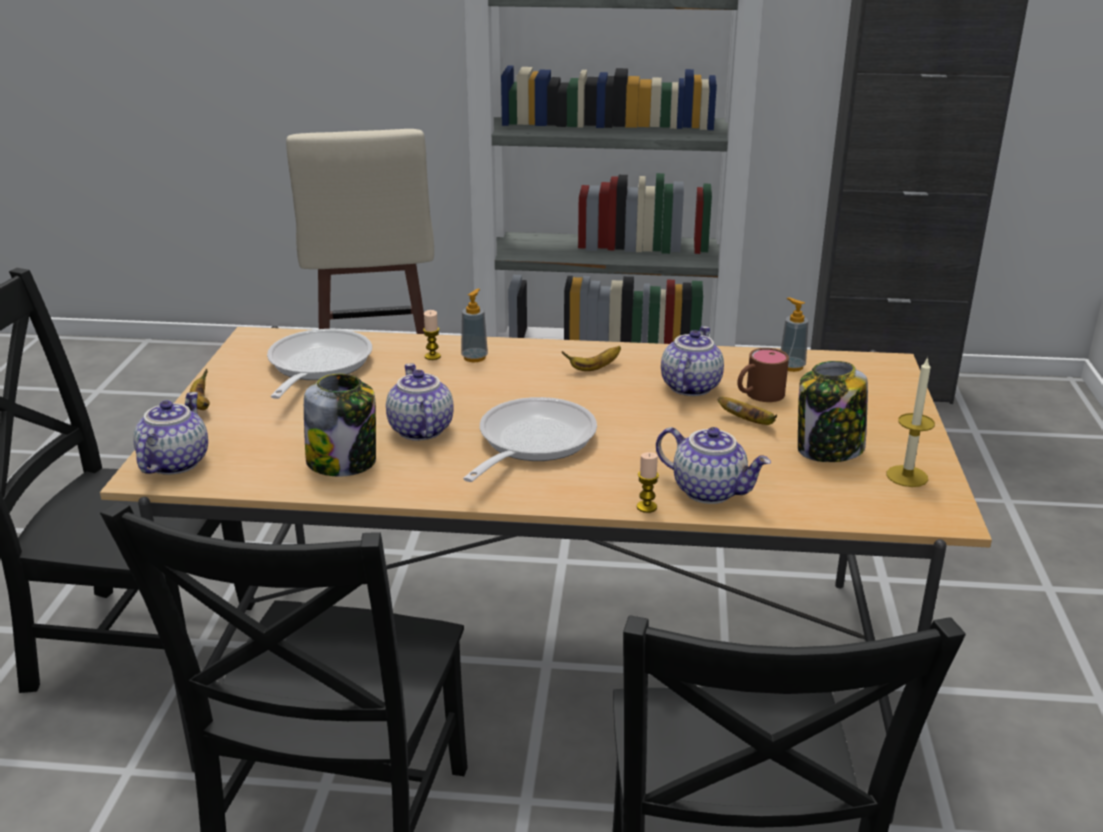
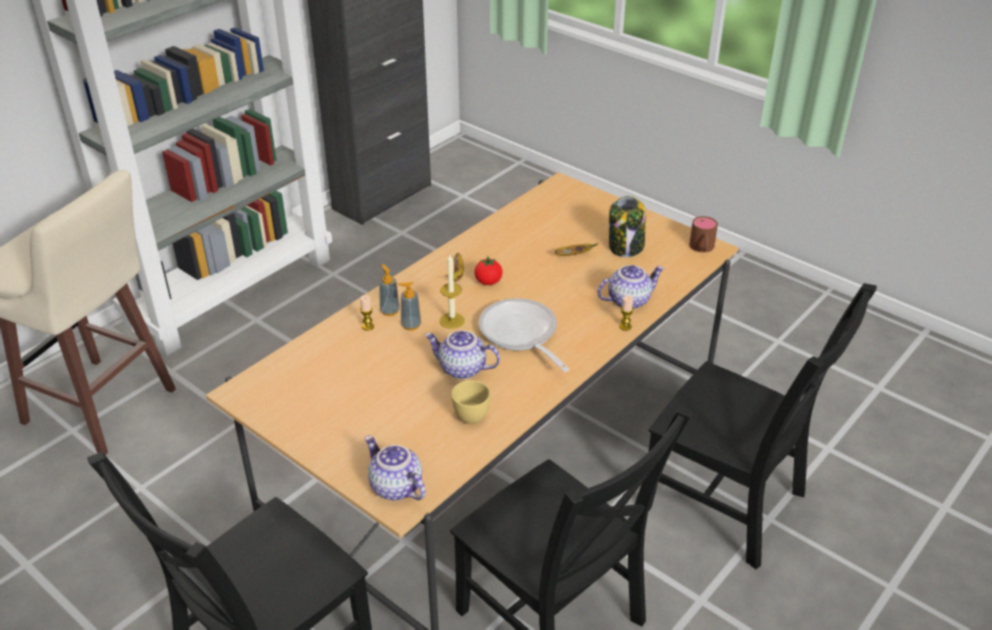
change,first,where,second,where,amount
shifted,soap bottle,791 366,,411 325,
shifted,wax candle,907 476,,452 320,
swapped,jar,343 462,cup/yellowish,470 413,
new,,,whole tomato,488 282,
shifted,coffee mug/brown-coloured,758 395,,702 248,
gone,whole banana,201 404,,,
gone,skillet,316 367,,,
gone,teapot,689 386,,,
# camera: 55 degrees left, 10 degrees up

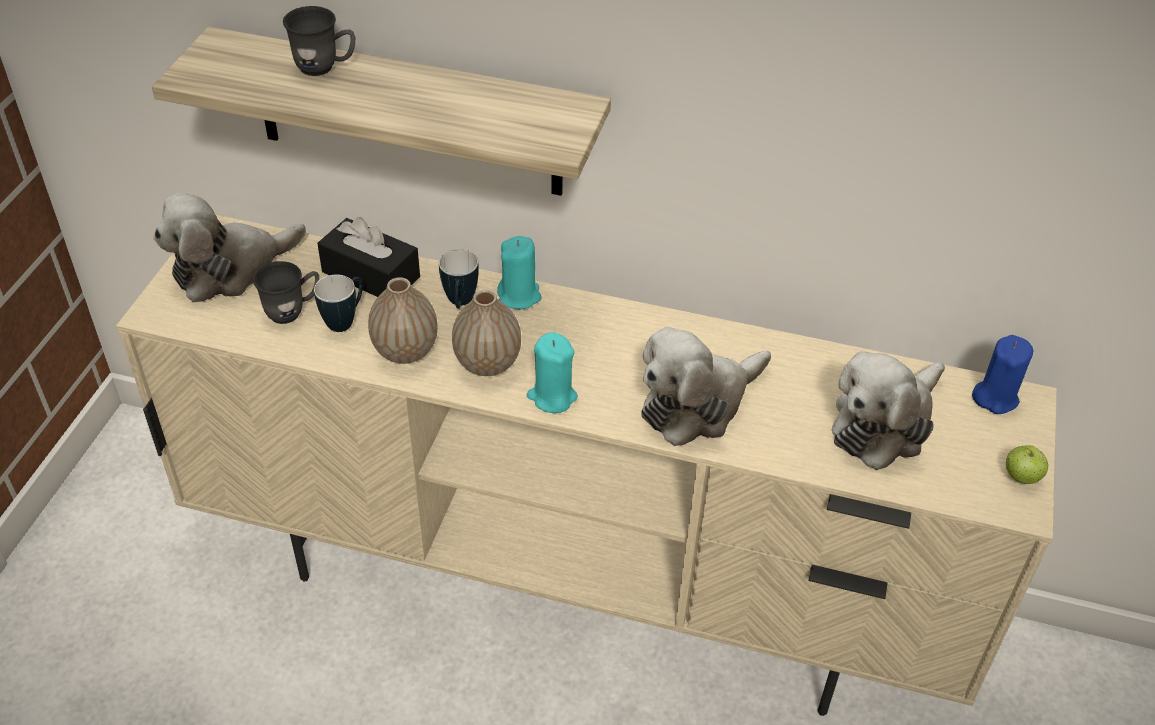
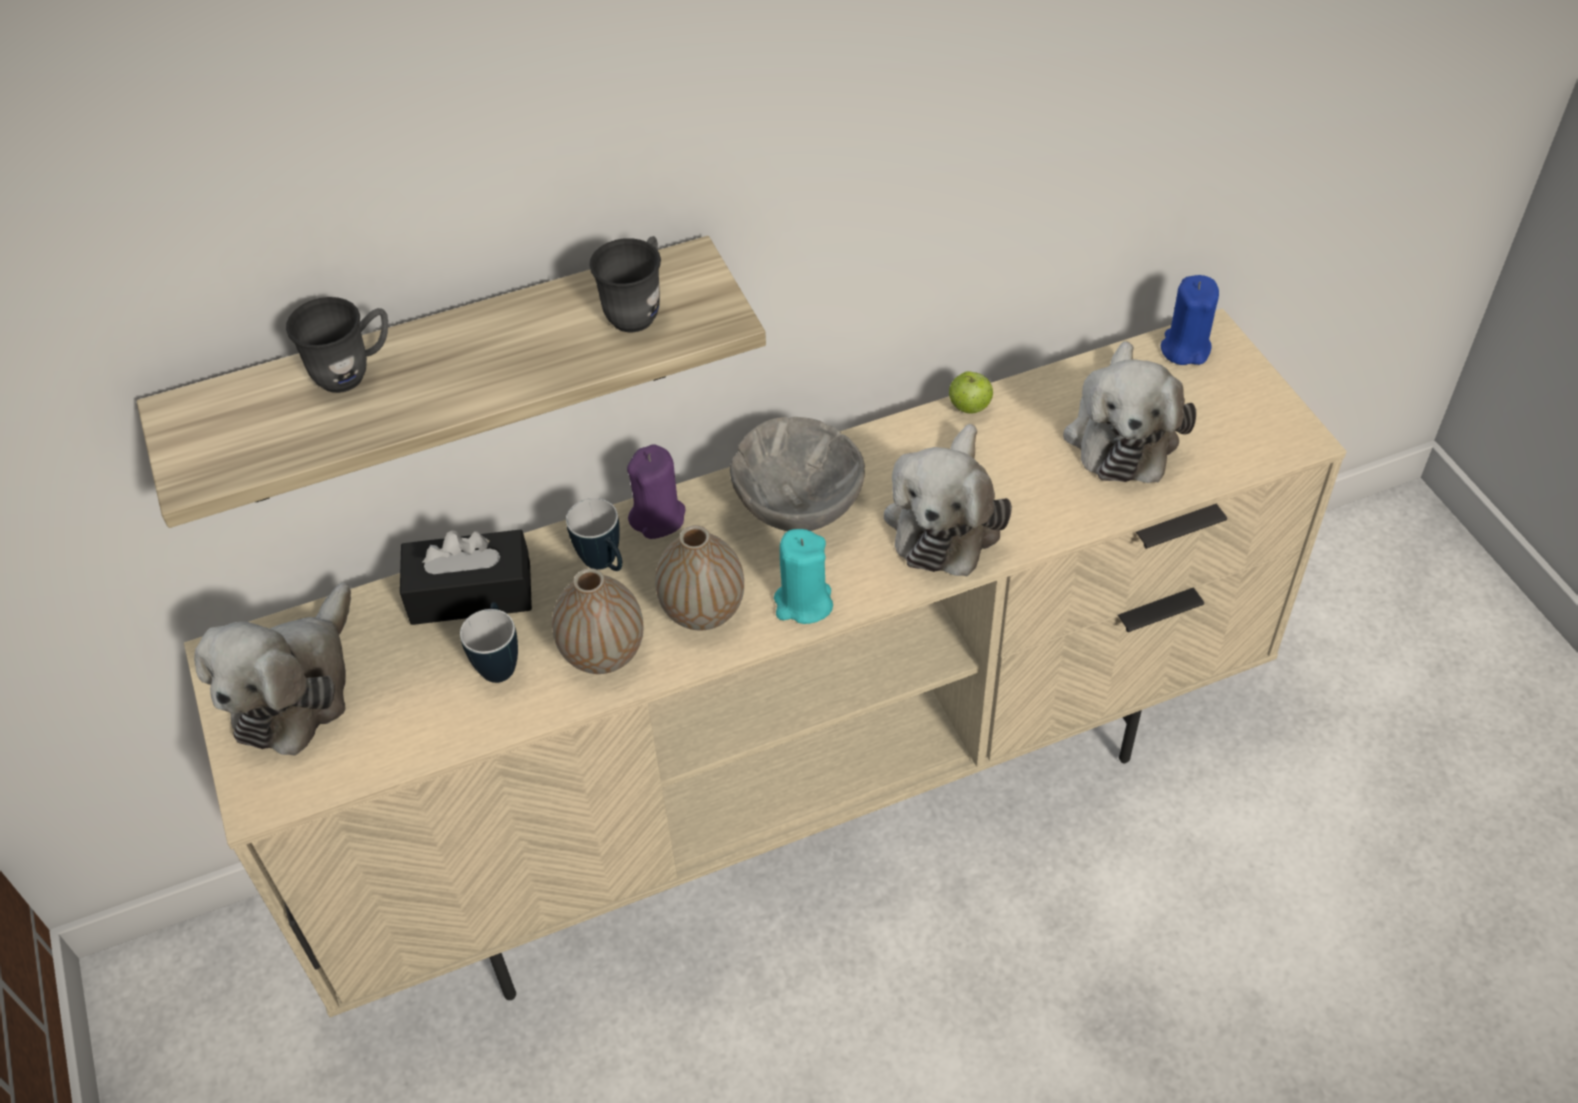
change,first,where,second,where,amount
shifted,coffee mug/greyish,293 311,,638 309,
repainted,wax candle/blue-green,519 296,wax candle/purple,658 517,
new,,,serving bowl/greyish,796 506,
shifted,whole apple,1021 477,,969 408,
# camera: 35 degrees left, 5 degrees up

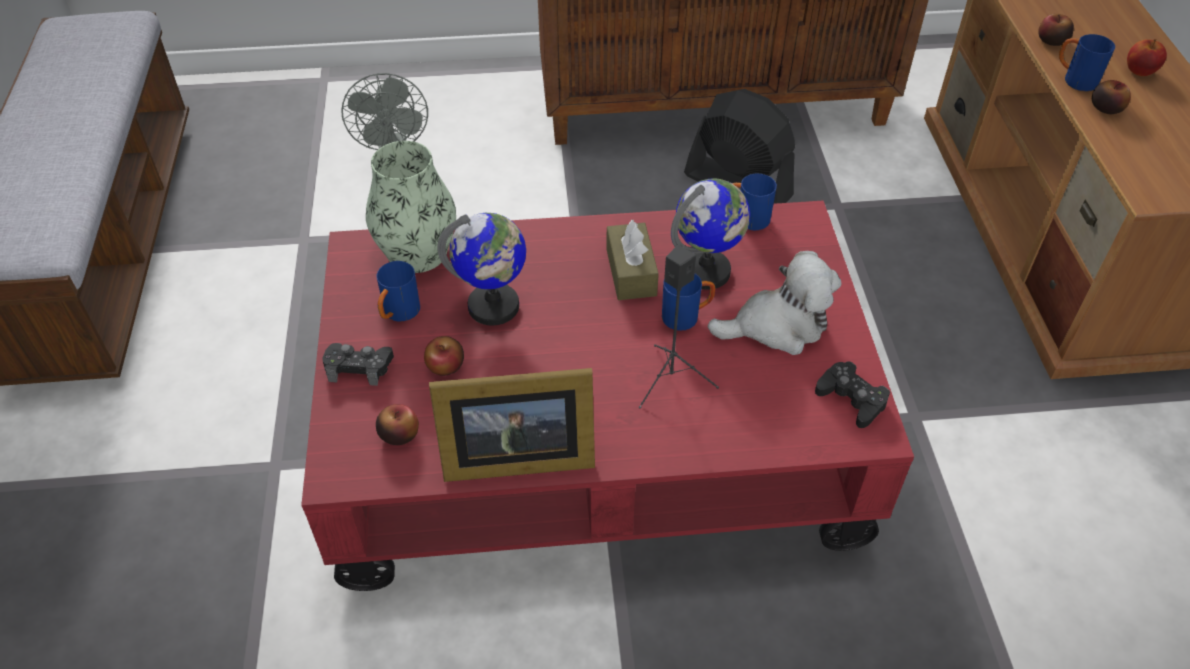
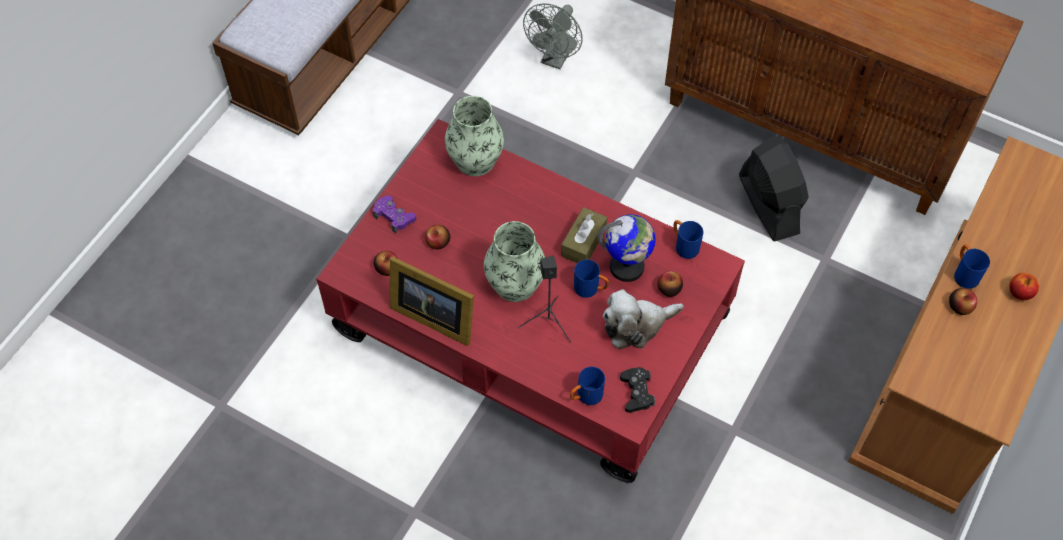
change,first,where,second,where,amount
repainted,gamepad/black-coloured,359 367,gamepad/purple,394 217,
new,,,vase,515 283,
shifted,coffee mug/blue,398 314,,585 396,
rotated,plush toy,777 326,,636 325,135 degrees clockwise
shifted,whole apple,1051 41,,669 289,
gone,desk globe,494 307,,,
# camera: 35 degrees right, 10 degrees up

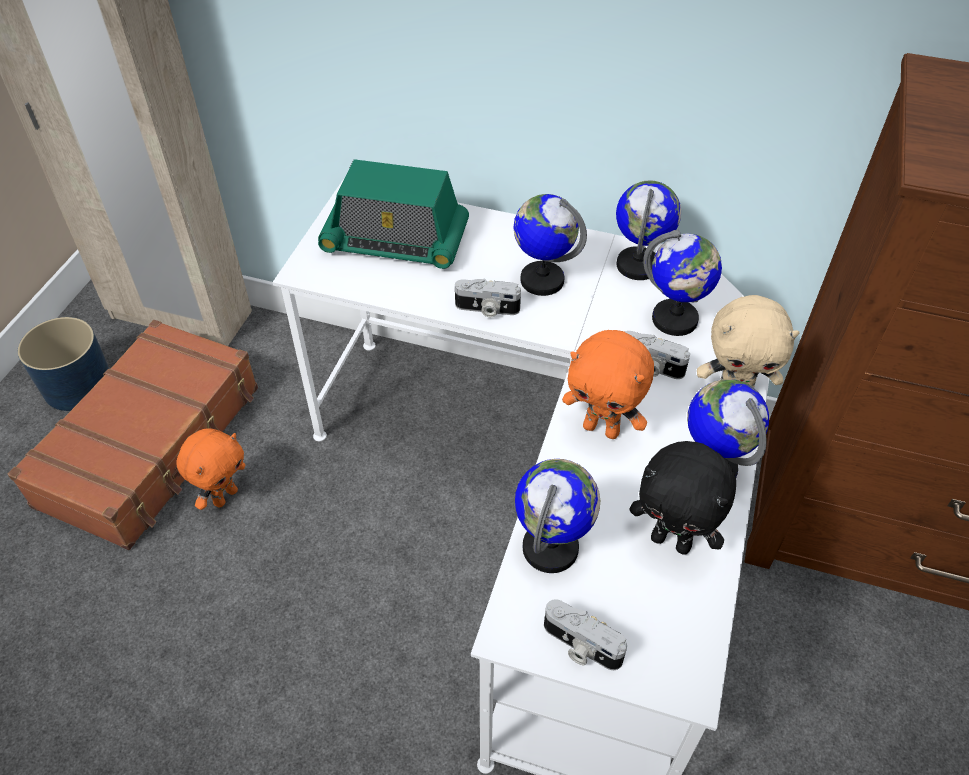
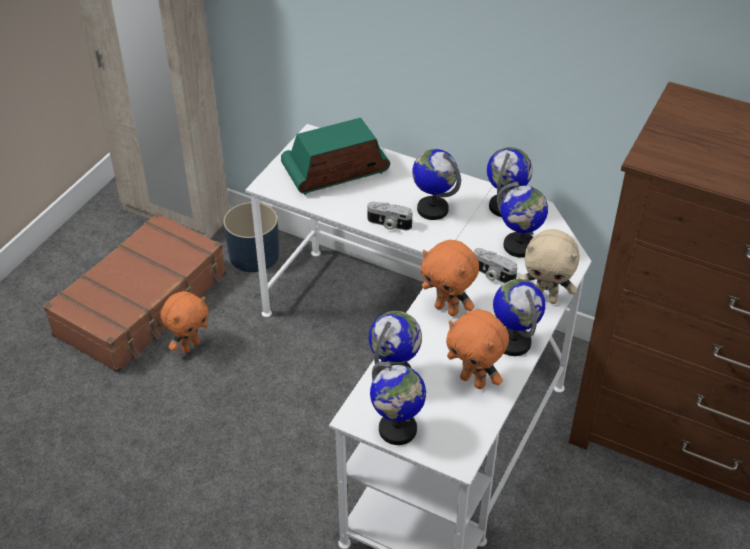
change,first,where,second,where,amount
shifted,plant pot/blue,78 385,,254 254,
rotated,radio receiver,395 241,,335 171,135 degrees clockwise
swapped,photo camera,580 646,desk globe,397 430,
repainted,plush toy/black-coloured,672 541,plush toy/orange,474 381,
# camera: 10 degrees right, 5 degrees down

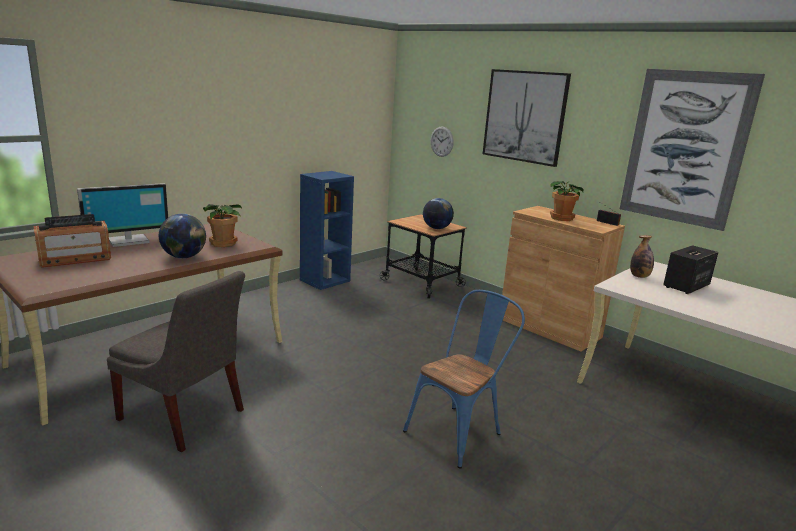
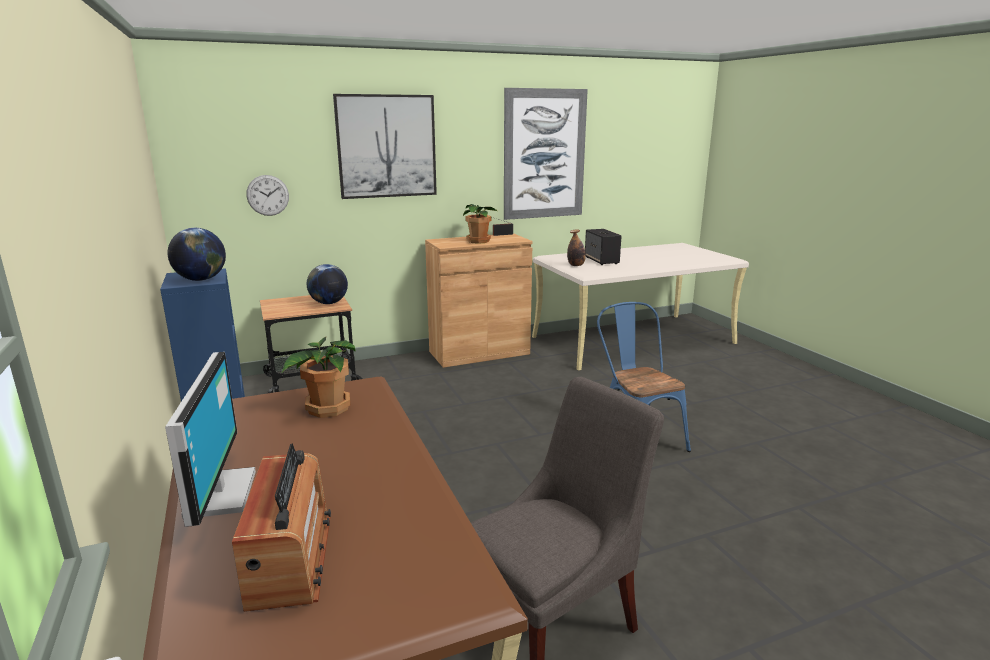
change,first,where,second,where,amount
shifted,desk globe,184 257,,201 280,
# camera: 65 degrees left, 0 degrees up

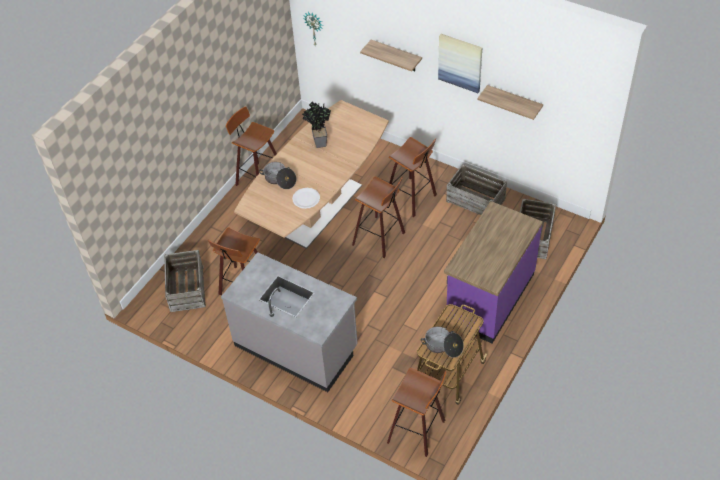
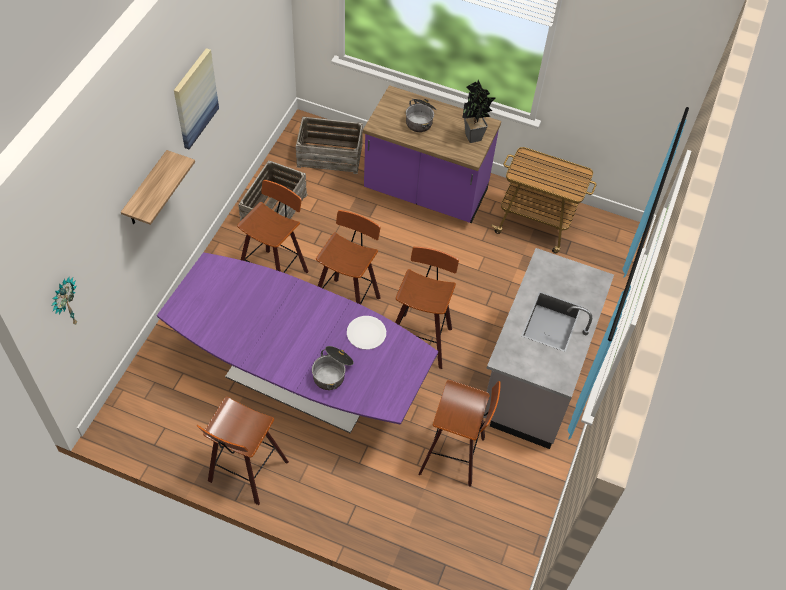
change,first,where,second,where,amount
repainted,dinner table/brown-coloured,319 208,dinner table/purple,299 382,
shifted,stool,418 430,,420 338,
shifted,saucepot,443 346,,420 119,
shifted,houseplant,318 143,,472 139,
gone,crate,186 288,,,
gone,shelf,514 102,,,
# camera: 105 degrees left, 5 degrees up

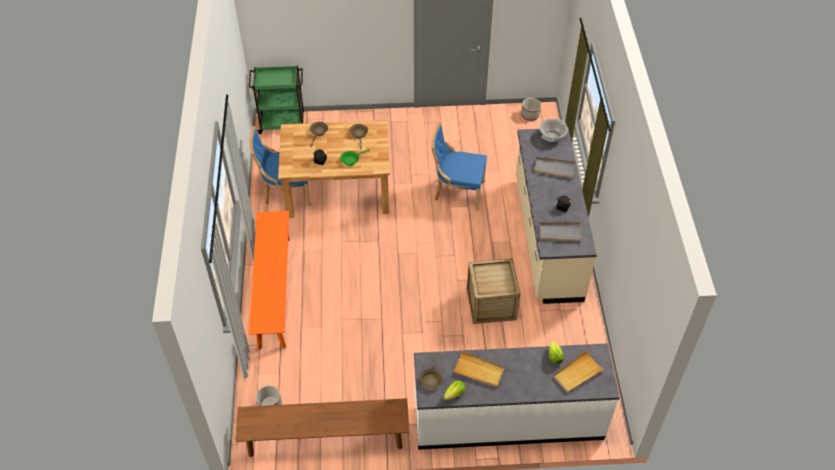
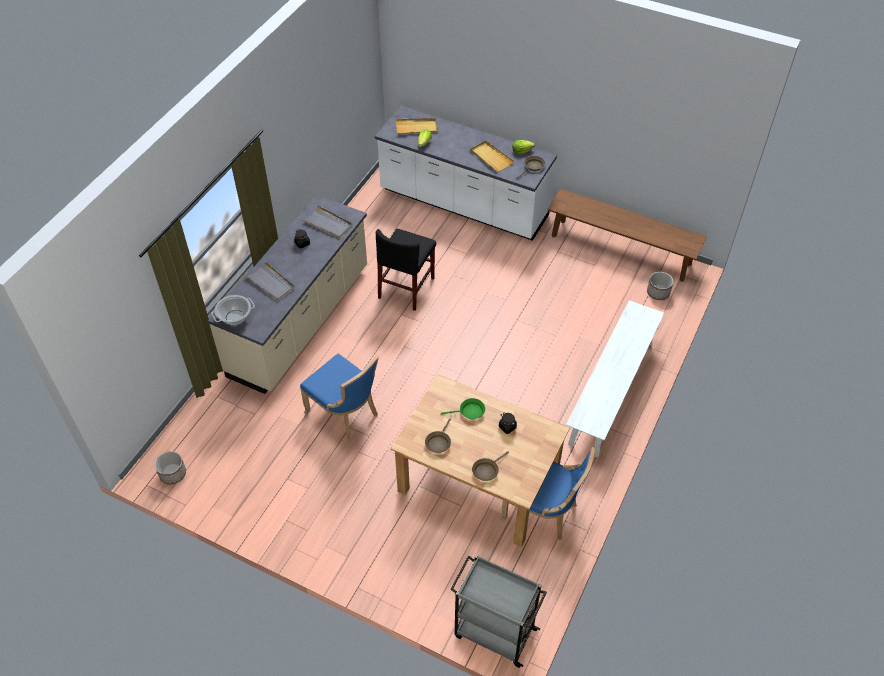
change,first,where,second,where,amount
swapped,crate,491 304,chair/black-coloured,406 288,
repainted,trolley/green,283 123,trolley/greyish,493 632,
repainted,indoor bench/orange,274 291,indoor bench/whitish,611 392,
# camera: 150 degrees left, 0 degrees up

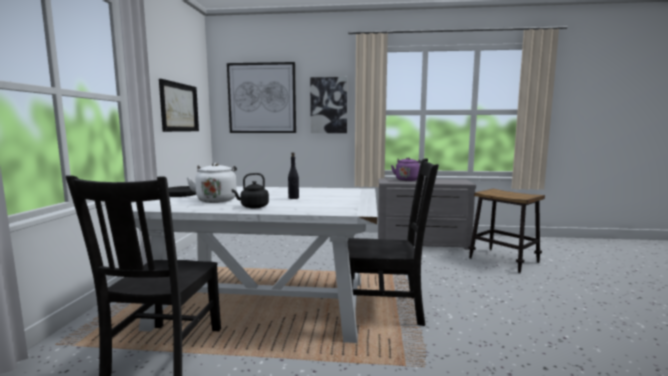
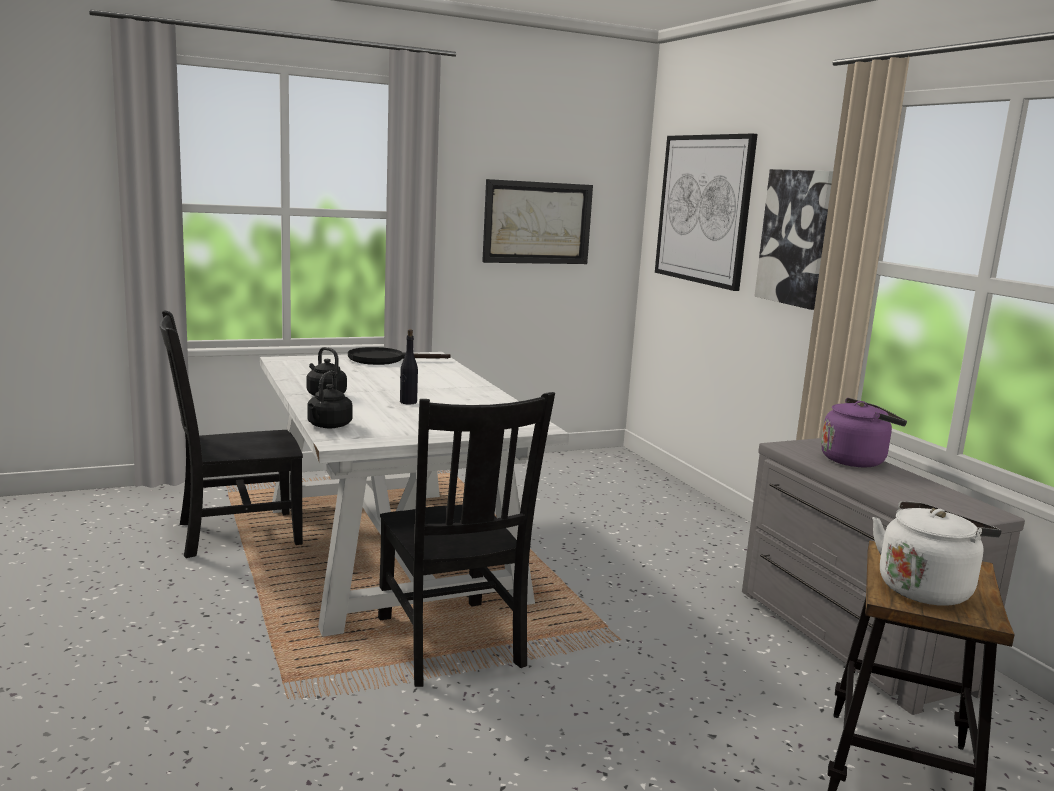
change,first,where,second,where,amount
new,,,tea kettle/black-coloured,328 426,
shifted,tea kettle/whitish,216 200,,926 589,
# camera: 60 degrees right, 5 degrees up

